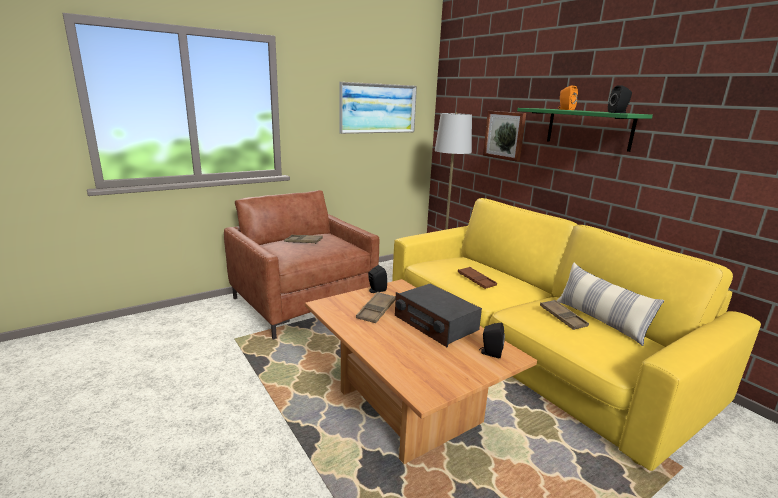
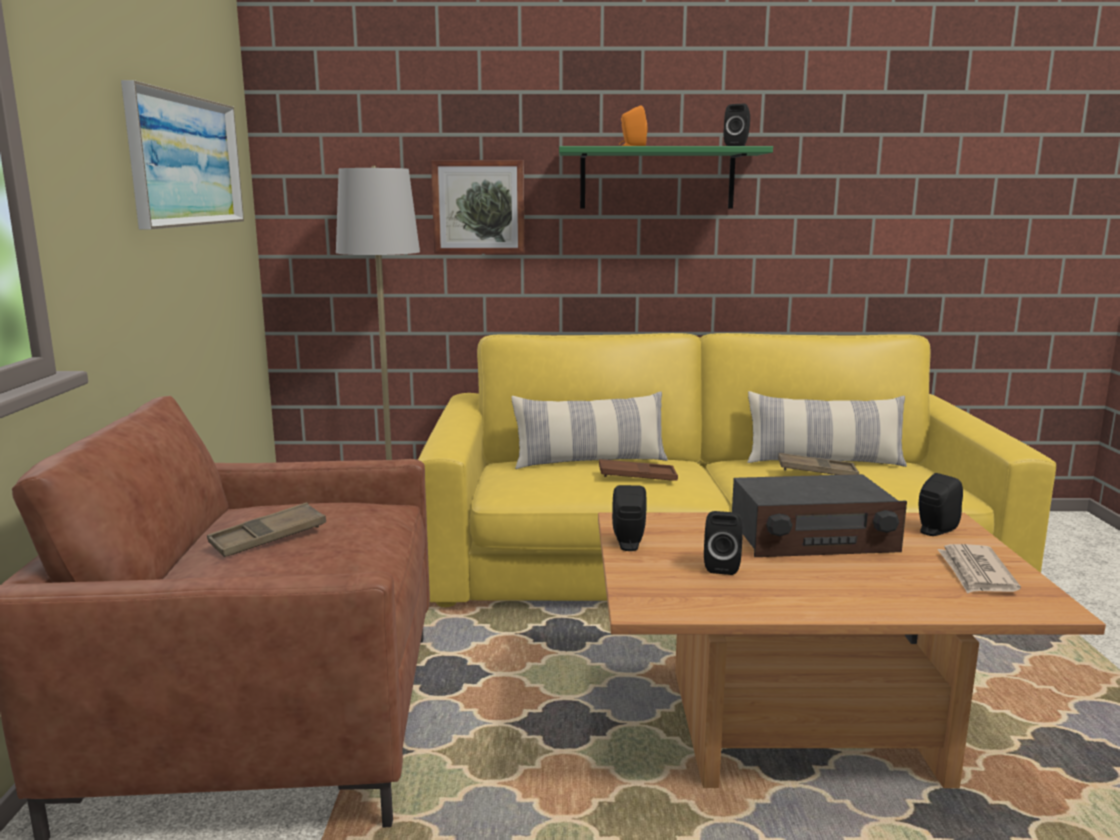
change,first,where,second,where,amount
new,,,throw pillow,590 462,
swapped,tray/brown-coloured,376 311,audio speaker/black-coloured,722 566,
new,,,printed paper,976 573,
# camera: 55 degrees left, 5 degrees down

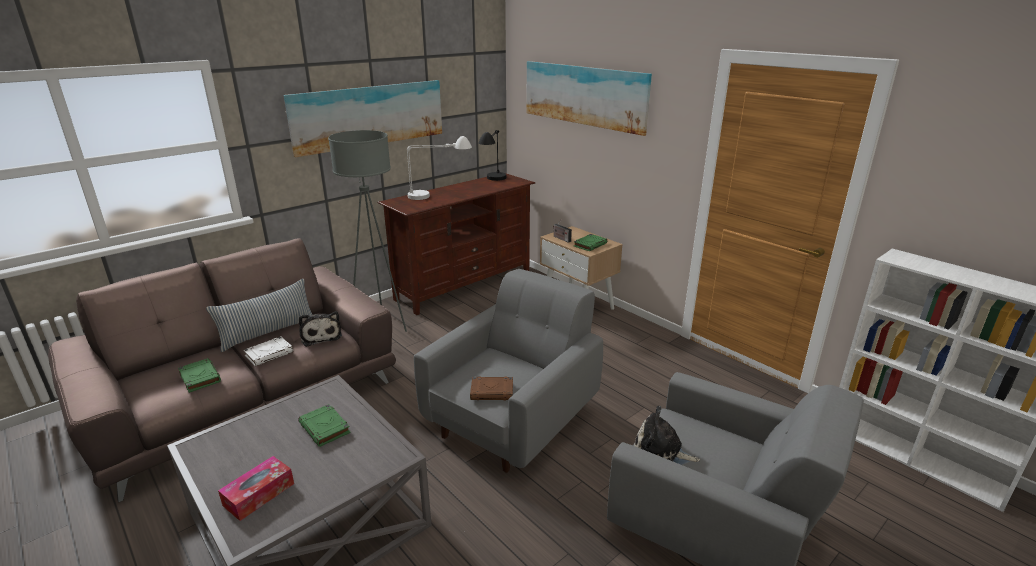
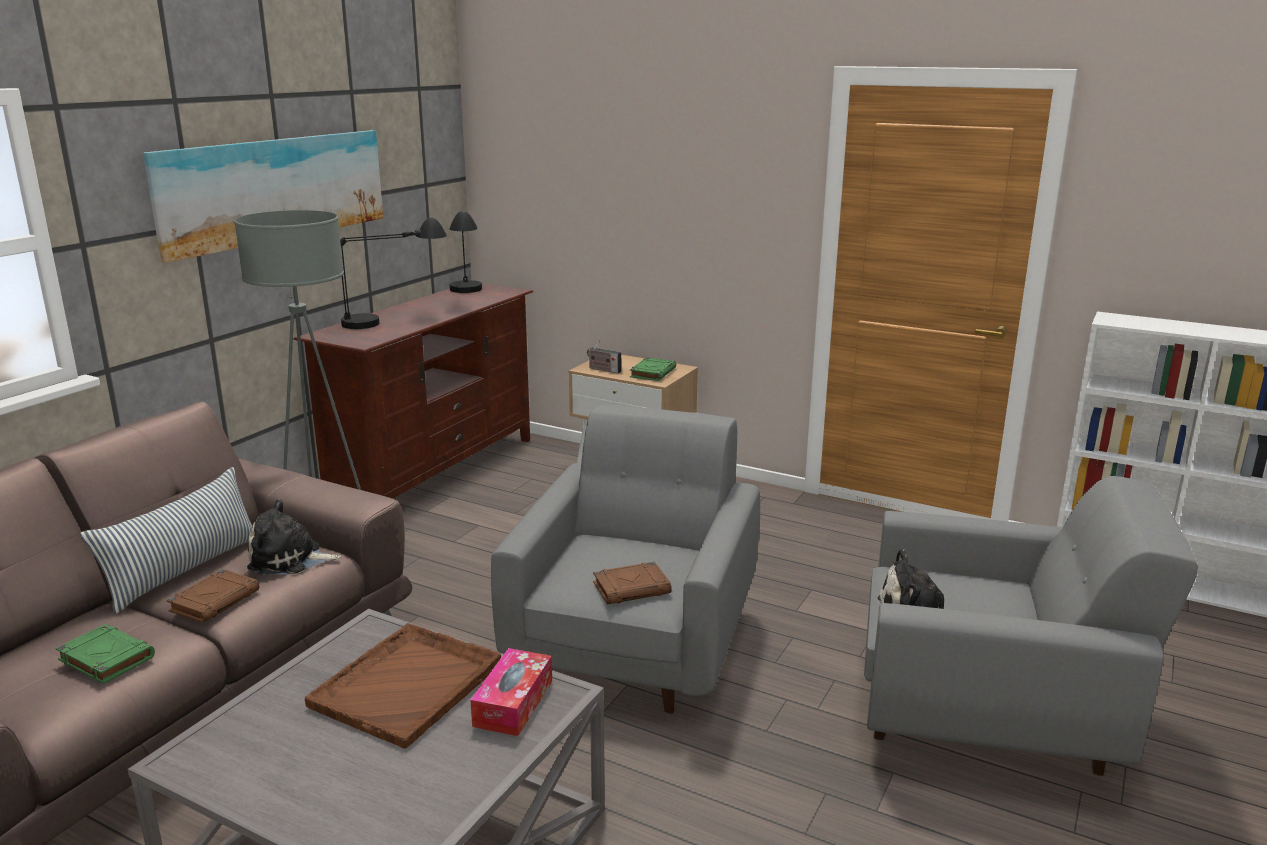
change,first,where,second,where,amount
repainted,volume/whitish,269 354,volume/brown-coloured,215 600,
rotated,plush toy,321 335,,289 559,135 degrees clockwise
swapped,volume/green,325 428,tray/brown-coloured,408 684,
repainted,table lamp/whitish,438 196,table lamp/black-coloured,393 320,
shifted,tissue holder,259 494,,513 703,
gone,picture,584 95,,,
# camera: 20 degrees left, 5 degrees down

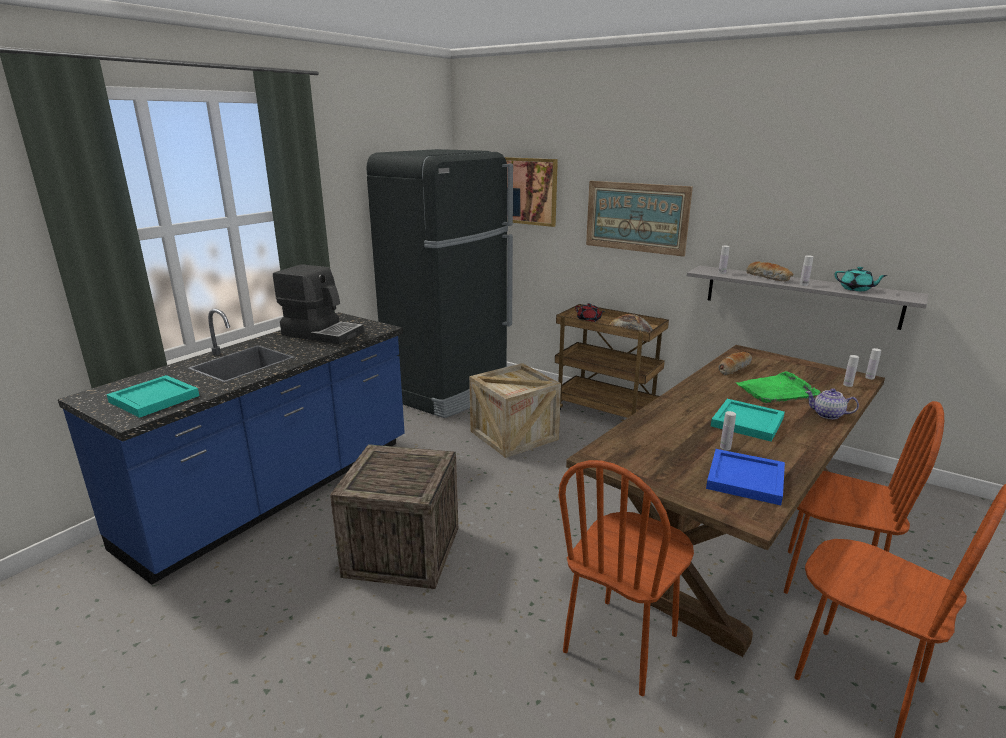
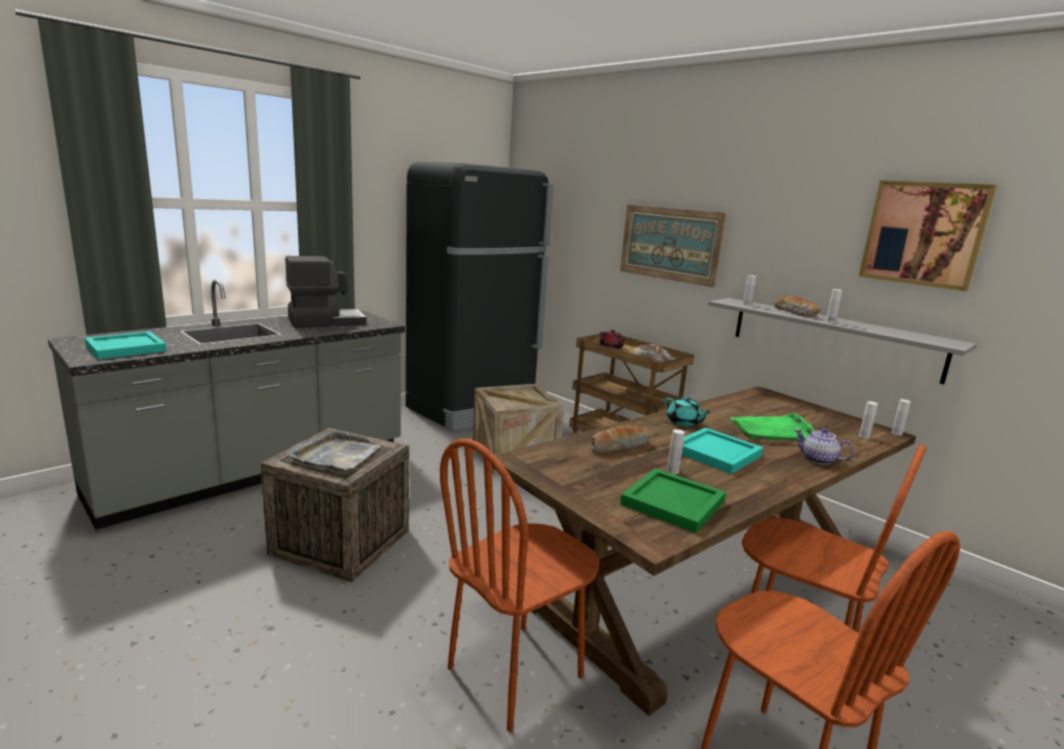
change,first,where,second,where,amount
repainted,kitchen counter/blue,277 492,kitchen counter/greyish,256 471,
rotated,coffee machine,322 333,,326 321,60 degrees counterclockwise
new,,,tray/greyish,336 455,
shifted,bakery bread,734 368,,619 446,
repainted,tray/blue,744 478,tray/green,672 502,
shifted,teapot/blue-green,856 289,,684 422,
shifted,picture,529 191,,923 234,
# camera: 10 degrees right, 5 degrees down

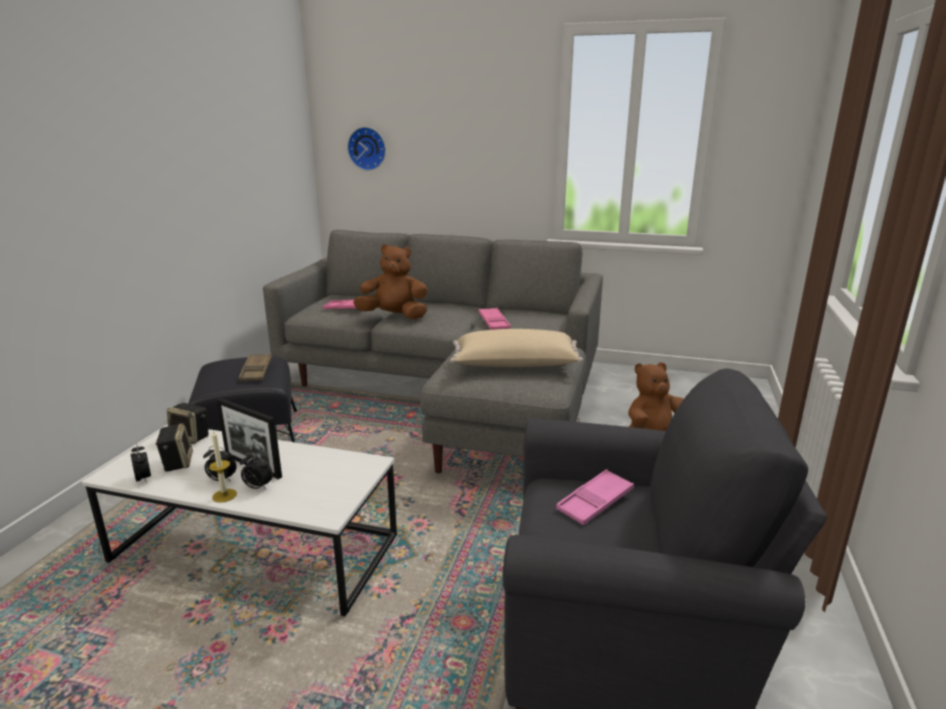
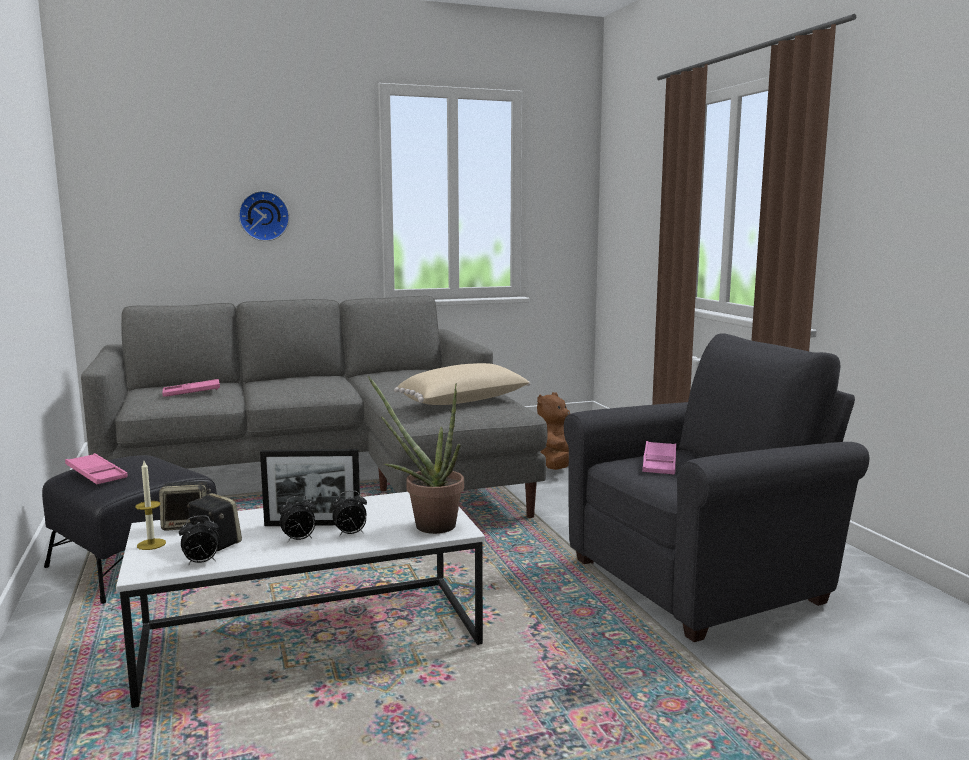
change,first,where,second,where,amount
shifted,tray/pink,494 322,,96 474,
shifted,wax candle,224 495,,151 544,
rotated,bedside clock,144 479,,201 563,135 degrees clockwise
shifted,hanging clock,368 148,,263 216,
new,,,houseplant,426 524,
gone,tray/brown-coloured,256 371,,,
gone,plush toy/brown-coloured,394 316,,,
# camera: 35 degrees left, 10 degrees down

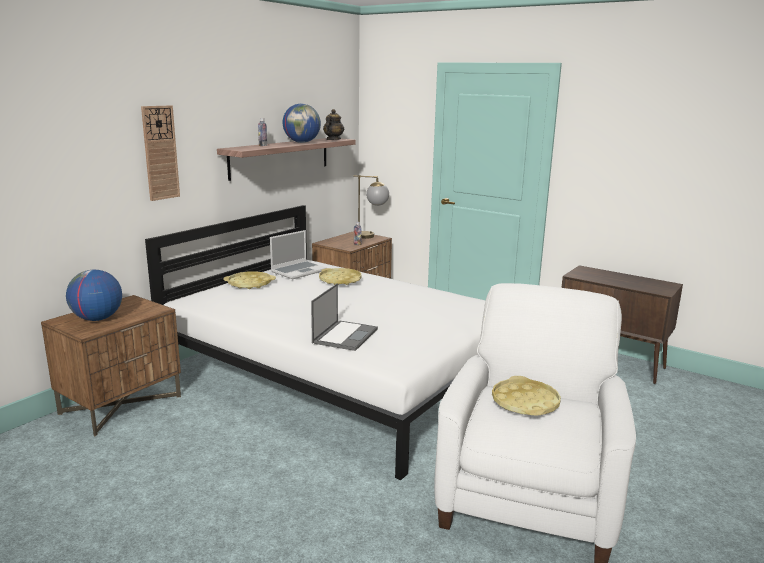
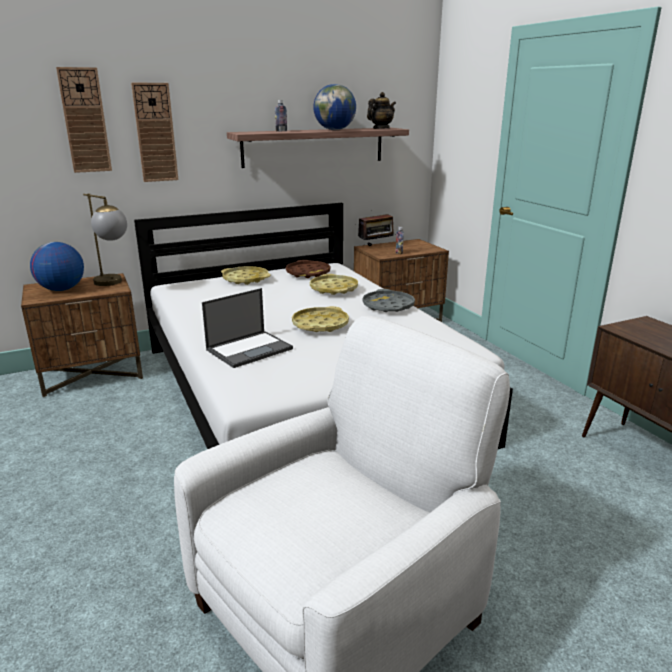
change,first,where,second,where,amount
new,,,hanging clock,85 121,
shifted,table lamp,371 236,,114 283,
swapped,laptop,299 271,tray/brown-coloured,308 273,
shifted,tray/yellowish,525 403,,320 325,
new,,,radio receiver,376 246,
new,,,tray/greyish,388 306,
# camera: 30 degrees right, 5 degrees up

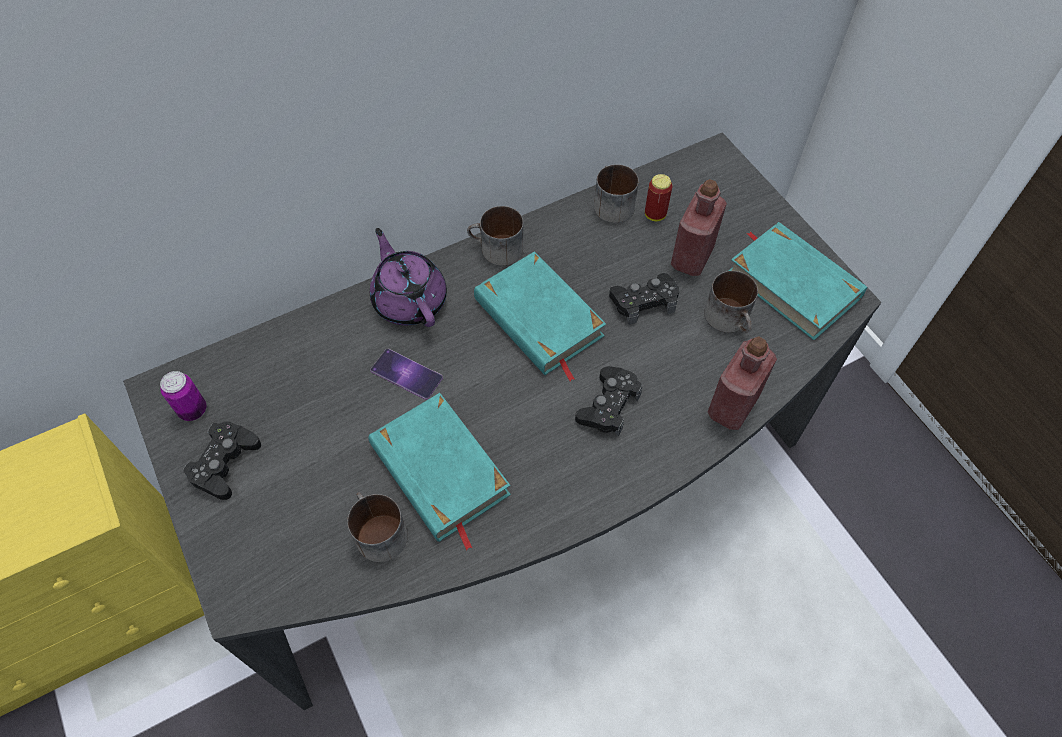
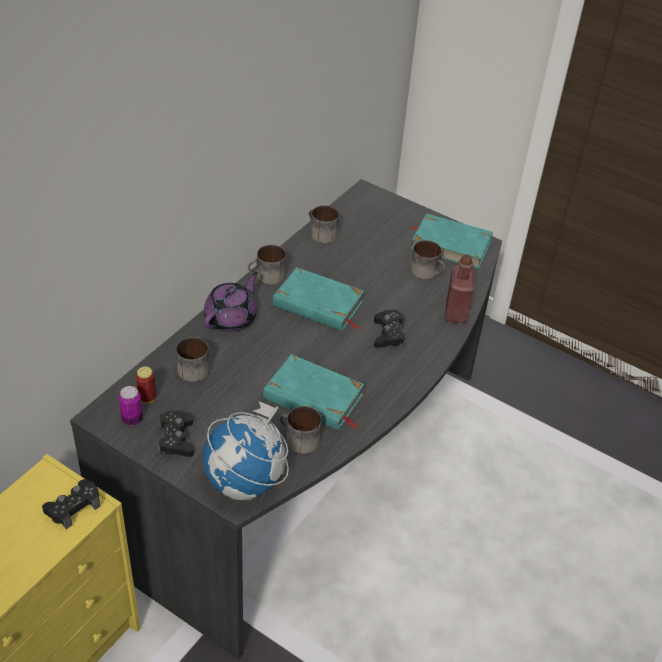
change,first,where,second,where,amount
shifted,gamepad/black-coloured,644 302,,73 507,
shifted,sealed can,655 215,,147 398,
new,,,coffee mug,190 368,
new,,,desk globe,246 482,
rotated,teapot/purple,409 300,,231 318,90 degrees clockwise
gone,handset,406 374,,,
gone,bottle/red-coloured,692 257,,,
# camera: 30 degrees left, 15 degrees down

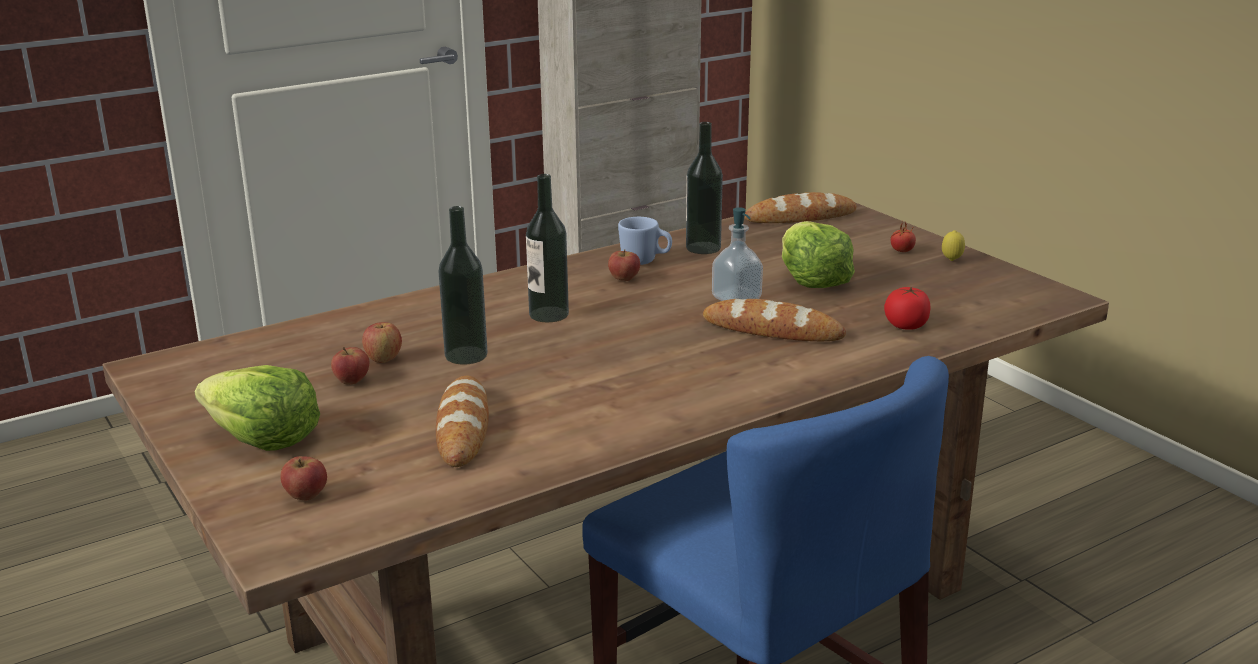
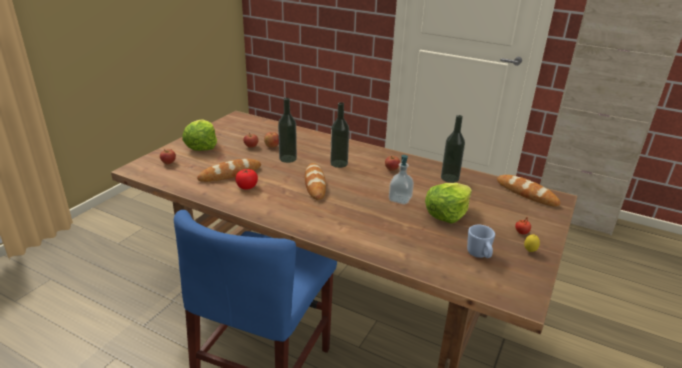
change,first,where,second,where,amount
shifted,whole tomato,906 325,,247 187,
shifted,bakery bread,772 330,,315 184,
shifted,coffee mug/blue,645 261,,479 255,
# camera: 60 degrees right, 5 degrees up

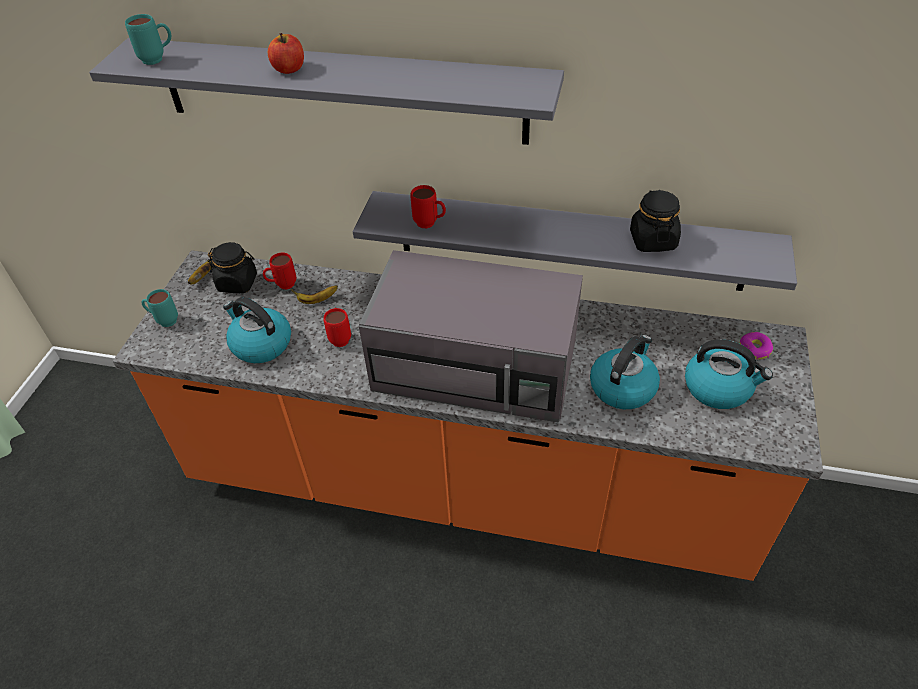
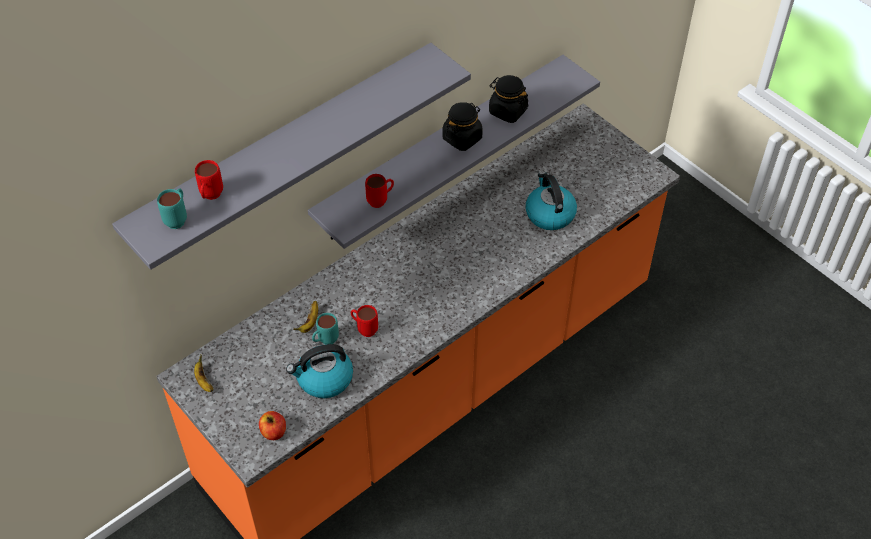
change,first,where,second,where,amount
shifted,coffee mug/red-coloured,282 286,,210 197,
shifted,whole apple,289 69,,274 432,
shifted,coffee mug/blue-green,164 321,,325 341,
shifted,jar/black-coloured,238 283,,462 138,
gone,microwave oven/greyish,478 365,,,
gone,tea kettle,718 388,,,
gone,ring doughnut,754 349,,,
# camera: 55 degrees left, 5 degrees up

